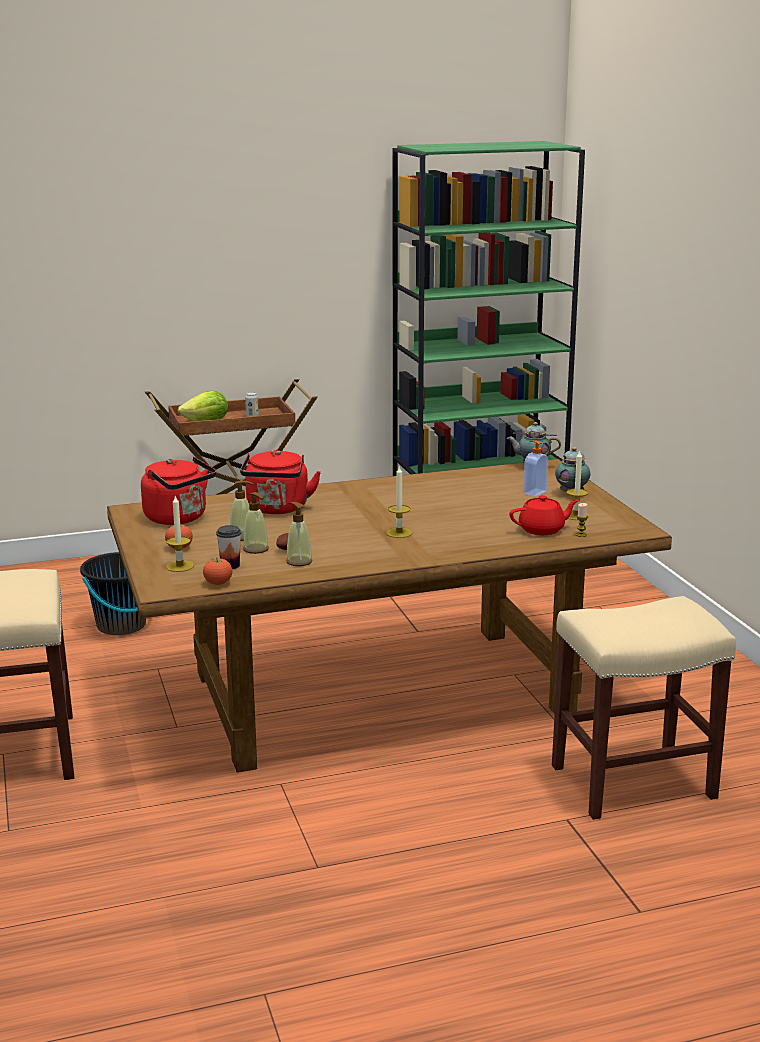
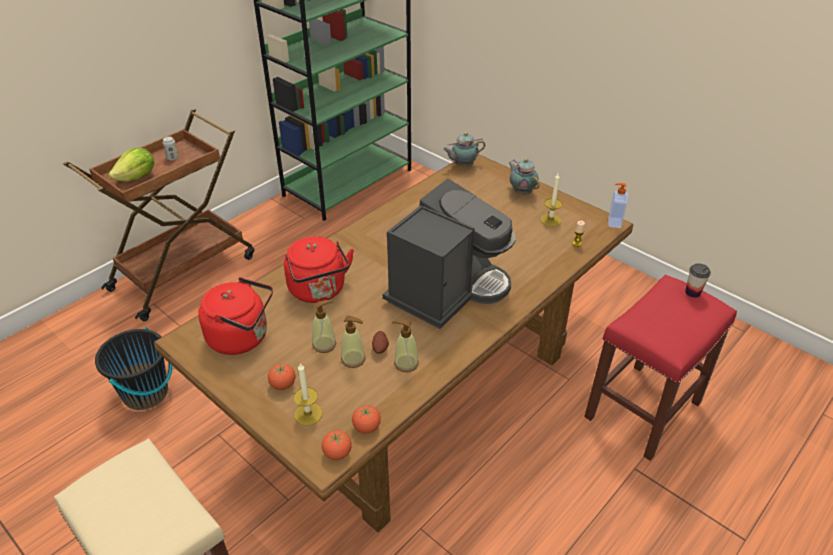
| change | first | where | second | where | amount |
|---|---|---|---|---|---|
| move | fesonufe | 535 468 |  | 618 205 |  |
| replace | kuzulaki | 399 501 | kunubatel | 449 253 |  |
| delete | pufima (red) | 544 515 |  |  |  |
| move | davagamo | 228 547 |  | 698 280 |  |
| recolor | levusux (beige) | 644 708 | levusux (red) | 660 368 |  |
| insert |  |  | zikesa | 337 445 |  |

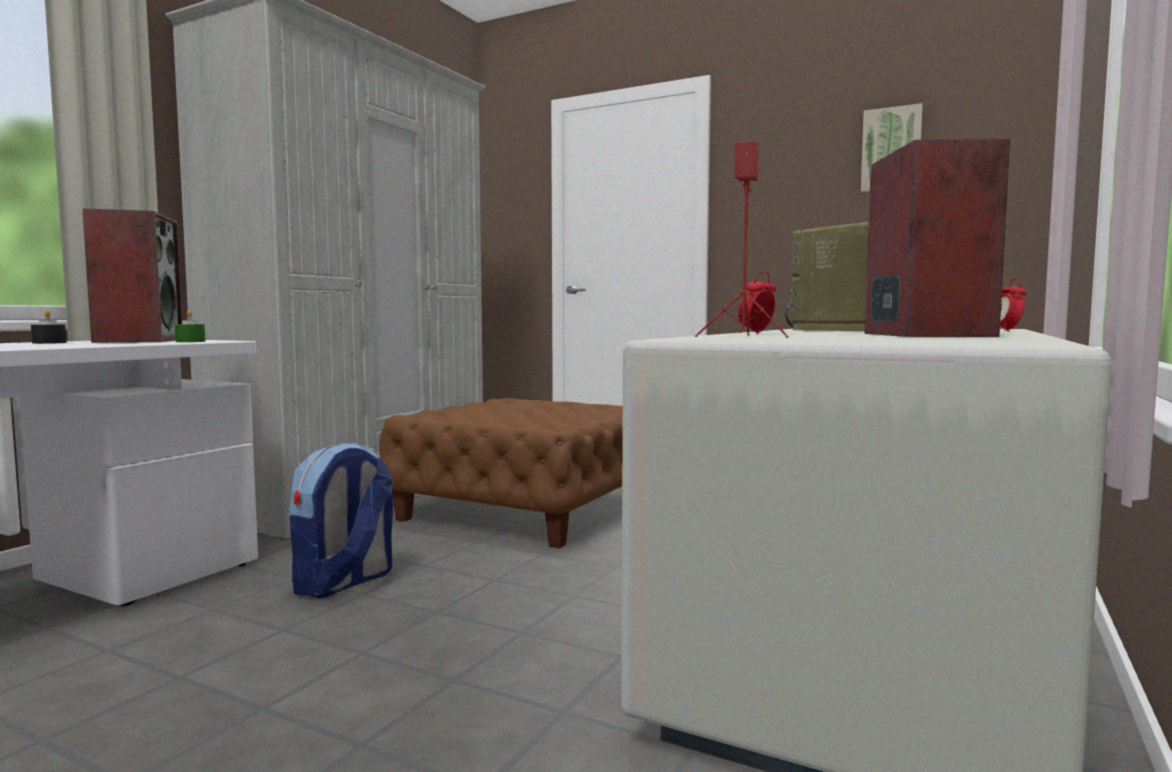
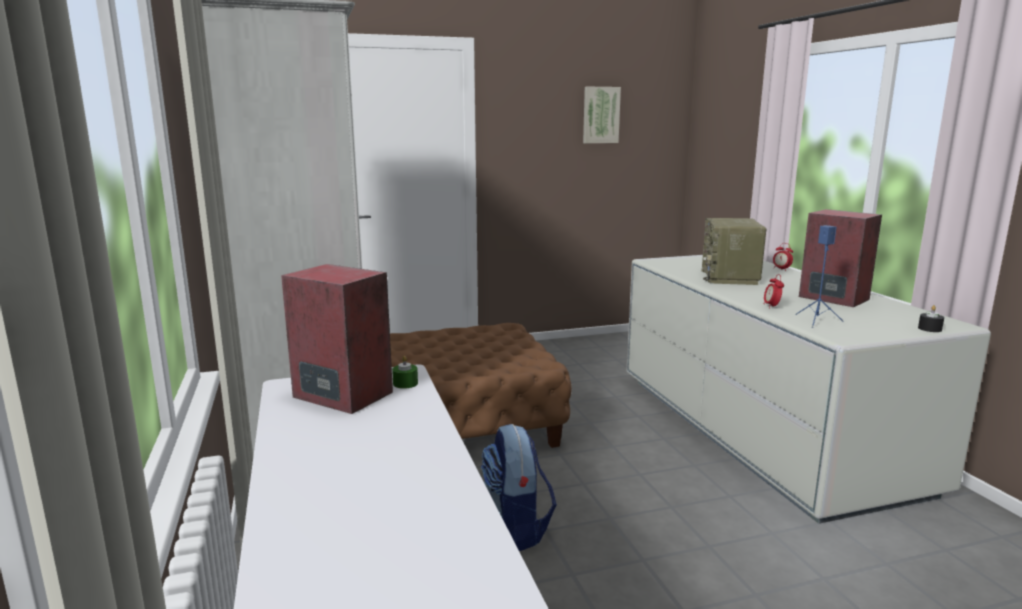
| change | first | where | second | where | amount |
|---|---|---|---|---|---|
| recolor | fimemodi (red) | 742 239 | fimemodi (blue) | 819 276 |  |
| move | kuzulaki (black) | 48 327 |  | 931 318 |  |

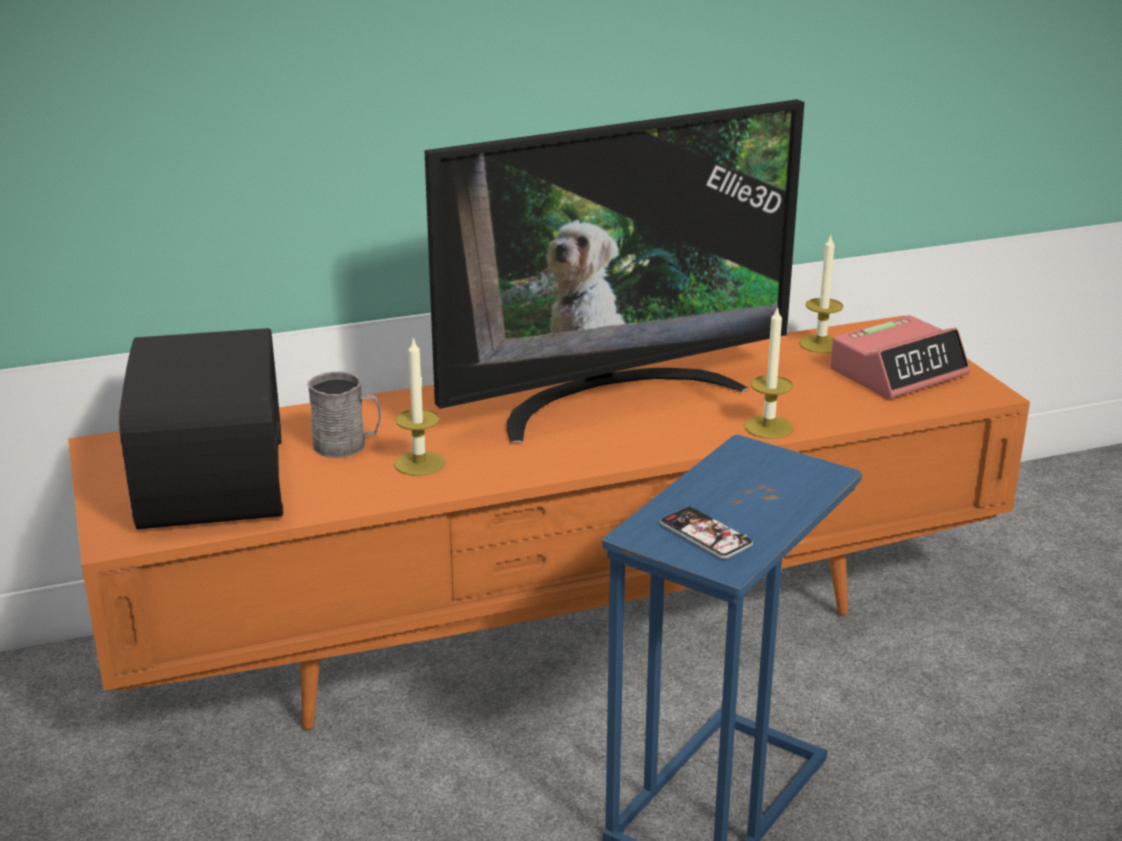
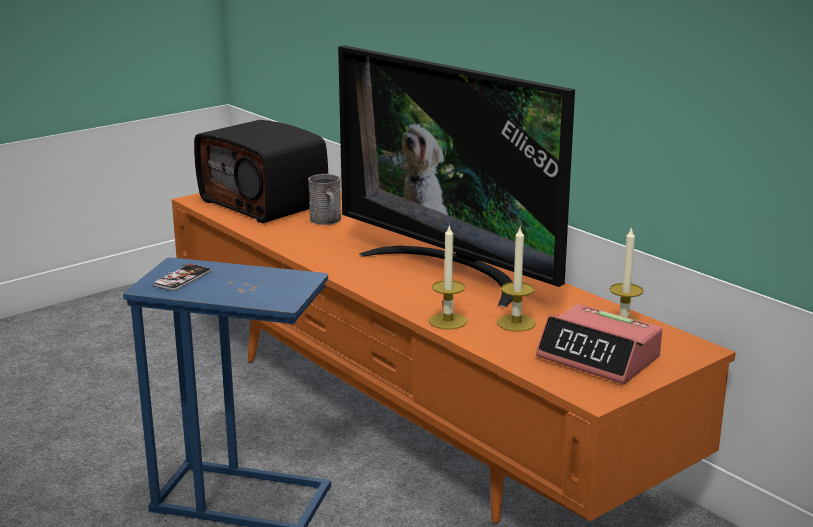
| change | first | where | second | where | amount |
|---|---|---|---|---|---|
| rotate | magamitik | 201 428 |  | 261 171 | 75 degrees clockwise |
| move | kuzulaki | 419 406 |  | 516 280 |  |

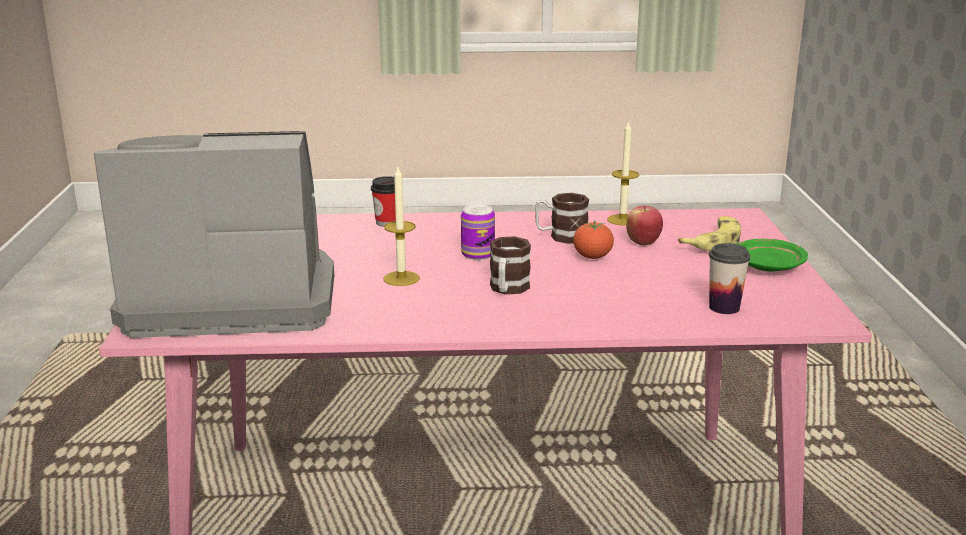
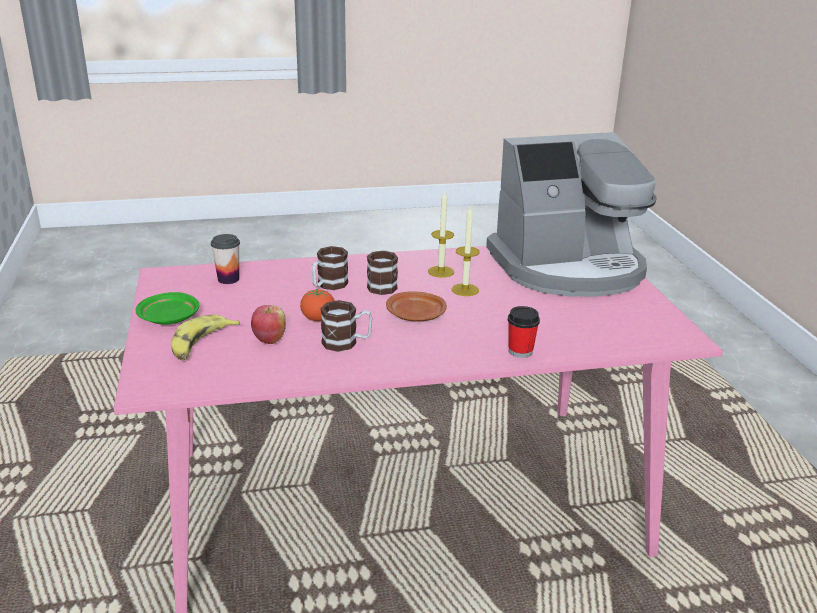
| change | first | where | second | where | amount |
|---|---|---|---|---|---|
| move | kuzulaki | 623 173 |  | 441 234 |  |
| replace | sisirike | 478 232 | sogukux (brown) | 416 307 |  |
| insert |  |  | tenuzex | 329 268 |  |

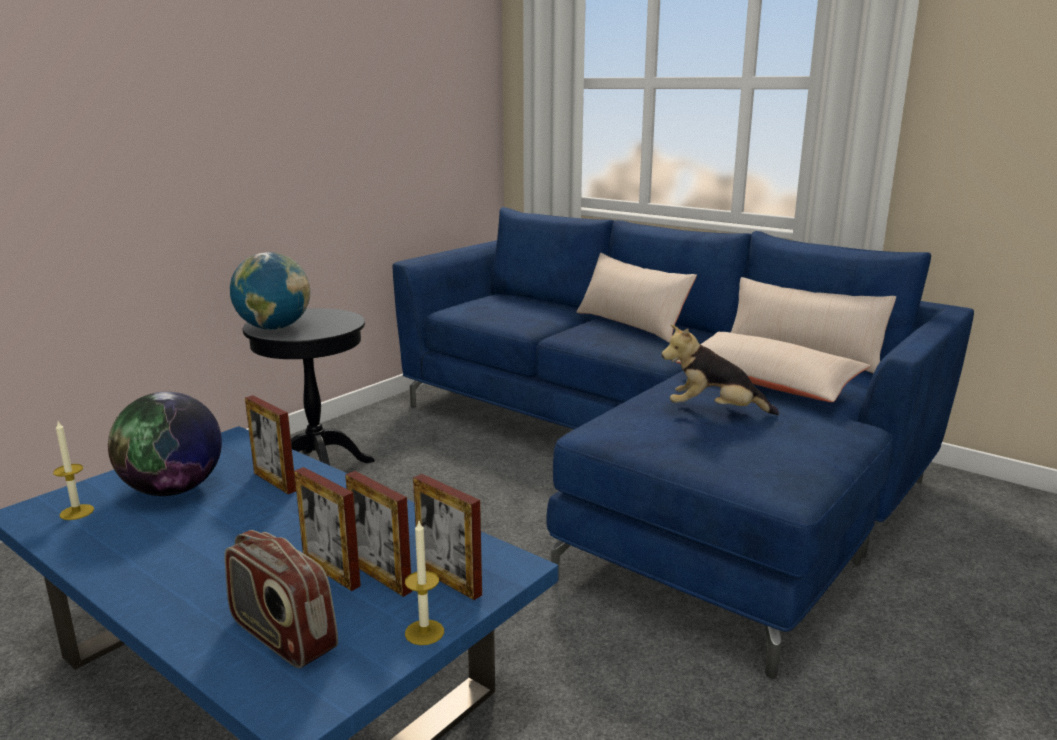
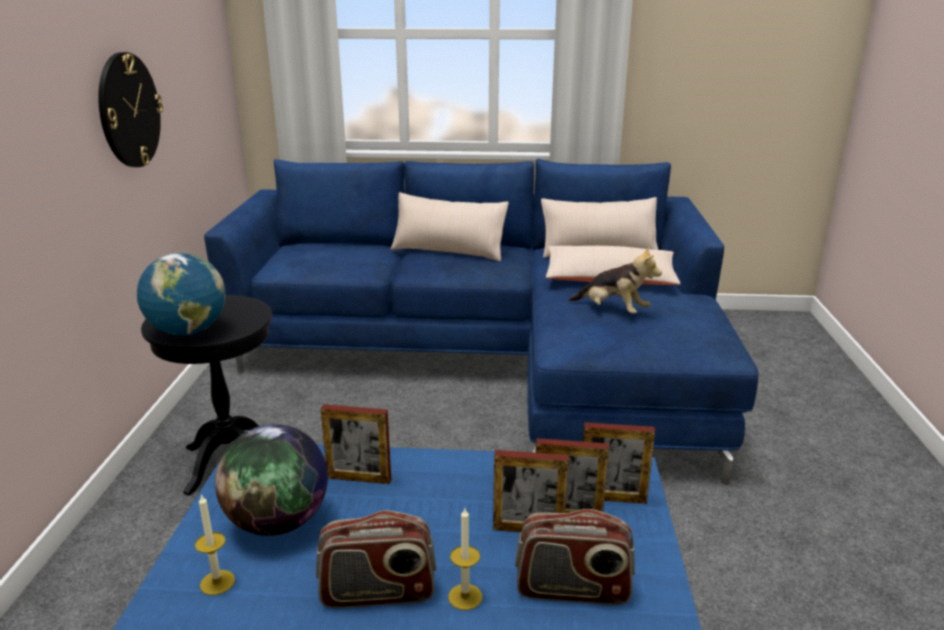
| change | first | where | second | where | amount |
|---|---|---|---|---|---|
| rotate | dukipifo | 720 369 |  | 615 280 | 120 degrees counterclockwise |
| move | kuzulaki | 424 583 |  | 465 559 |  |
| insert |  |  | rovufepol | 130 109 |  |
| insert |  |  | magamitik | 376 559 |  |

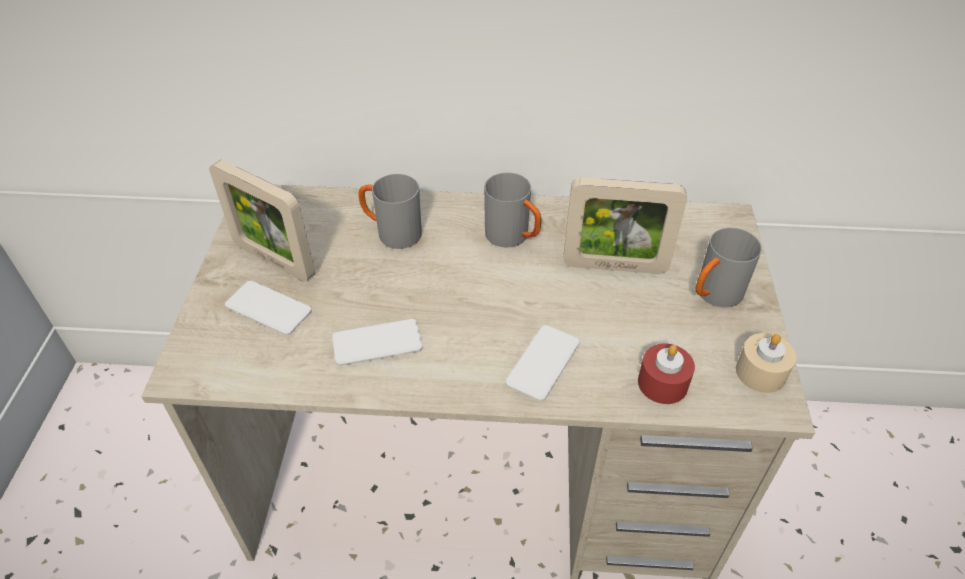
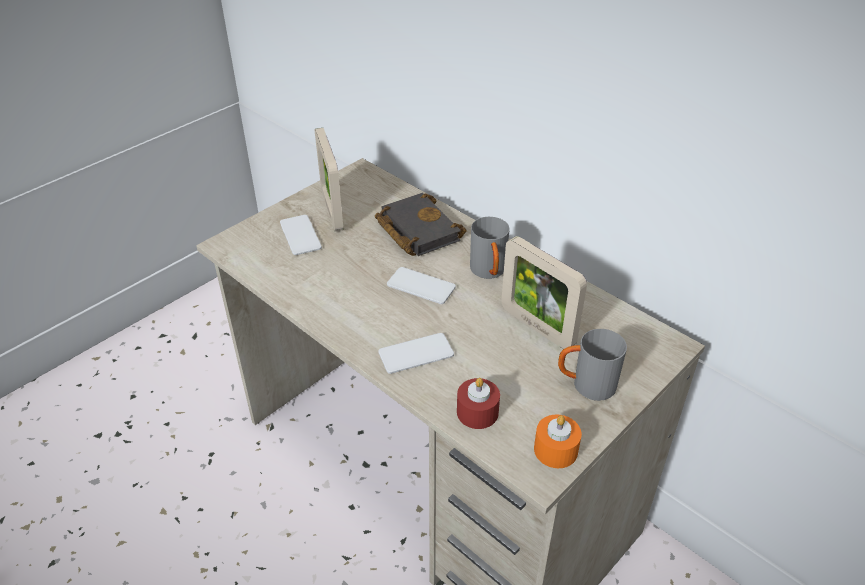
| change | first | where | second | where | amount |
|---|---|---|---|---|---|
| replace | tenuzex (grey) | 390 211 | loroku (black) | 421 224 |  |
| move | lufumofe | 377 342 |  | 421 285 |  |
| recolor | kuzulaki (beige) | 766 363 | kuzulaki (orange) | 558 441 |  |

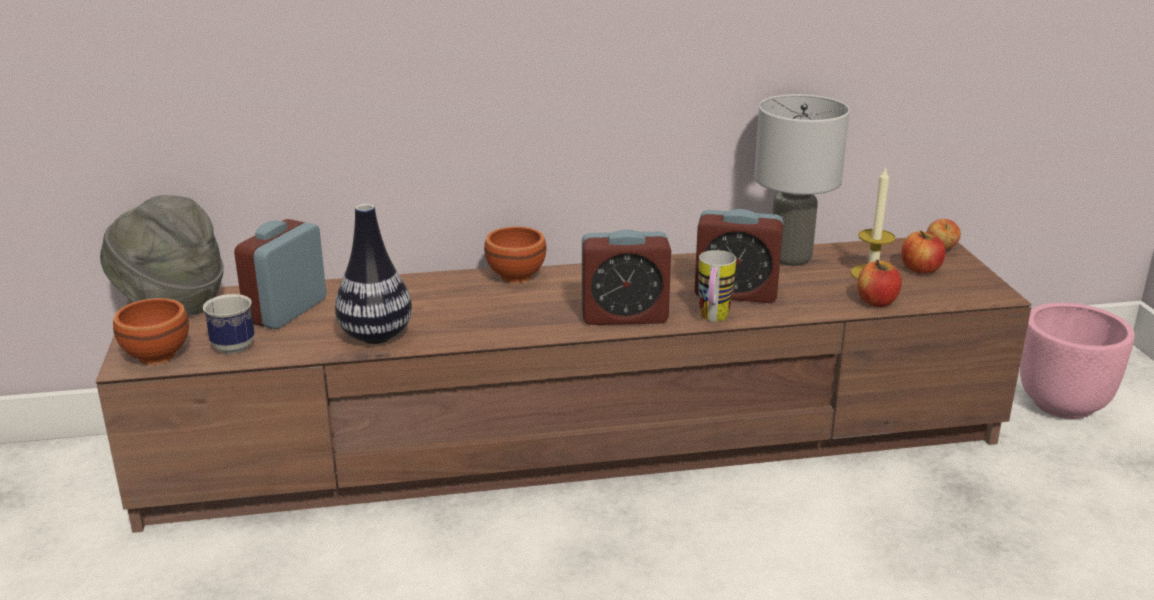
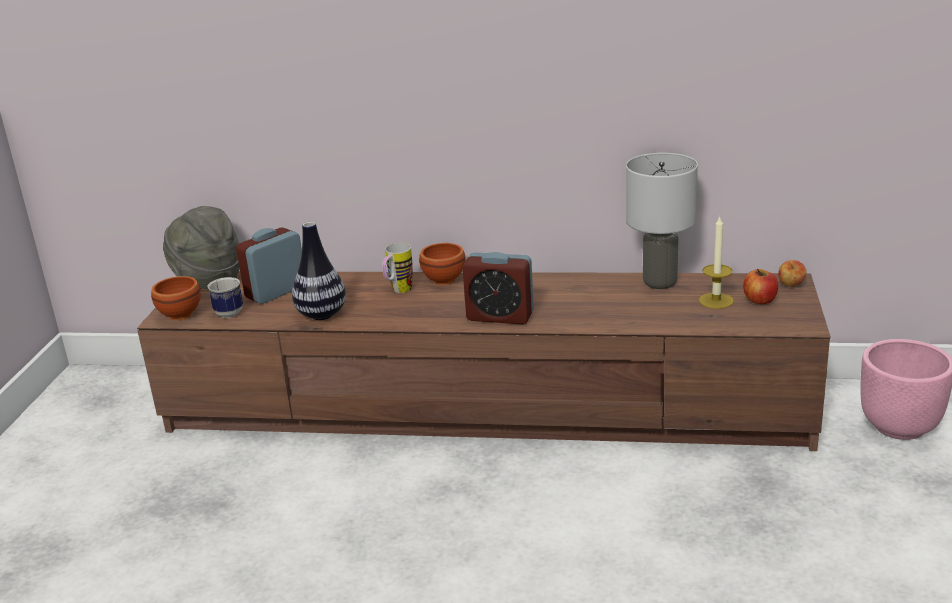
| change | first | where | second | where | amount |
|---|---|---|---|---|---|
| delete | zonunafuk | 739 256 |  |  |  |
| move | tenuzex | 717 286 |  | 397 268 |  |
| delete | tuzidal | 879 283 |  |  |  |

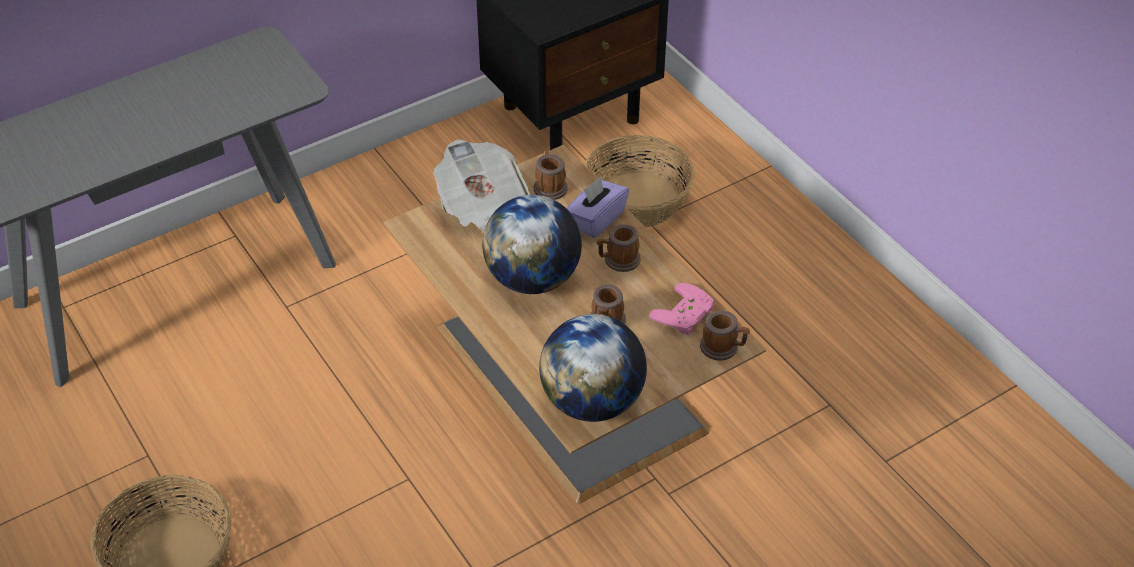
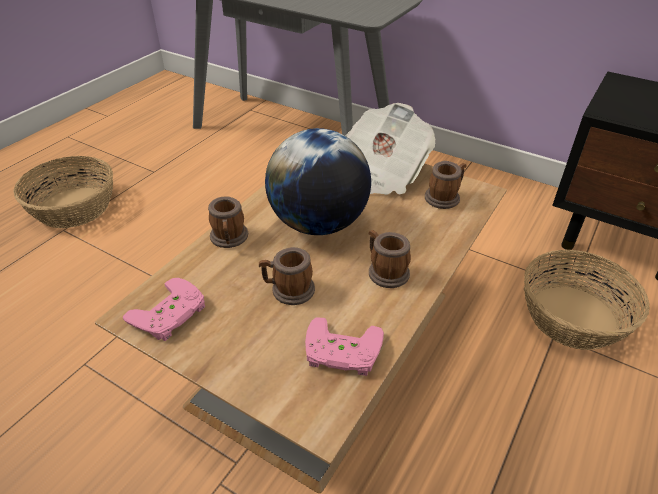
| change | first | where | second | where | amount |
|---|---|---|---|---|---|
| delete | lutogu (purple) | 598 207 |  |  |  |
| move | tenuzex | 725 336 |  | 228 222 |  |
| replace | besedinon | 593 368 | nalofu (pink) | 164 309 |  |

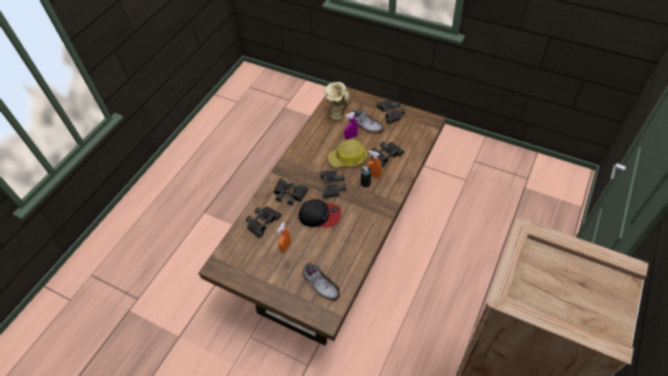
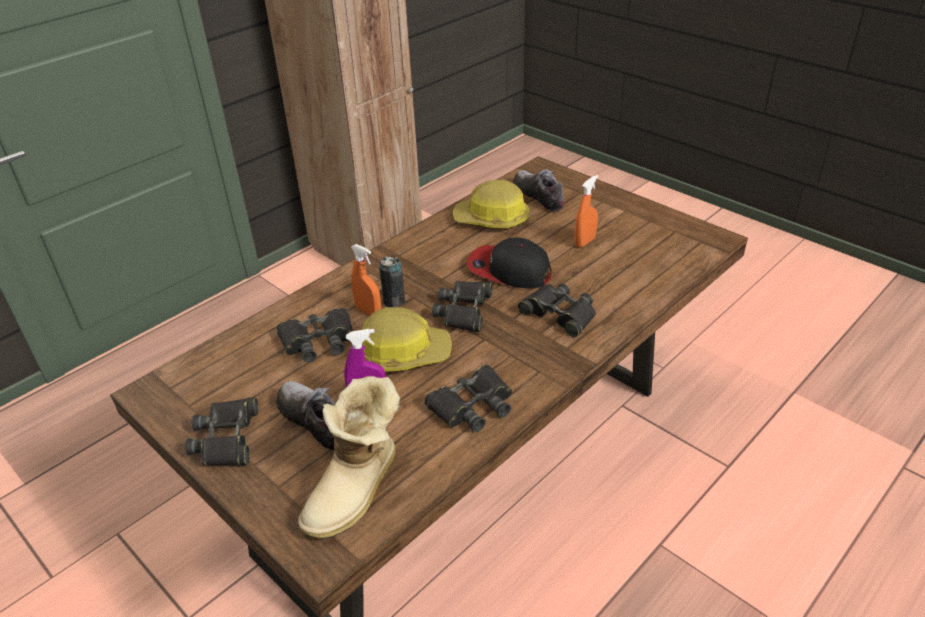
| change | first | where | second | where | amount |
|---|---|---|---|---|---|
| move | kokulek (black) | 263 222 |  | 468 398 |  |
| insert |  |  | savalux | 491 204 |  |

